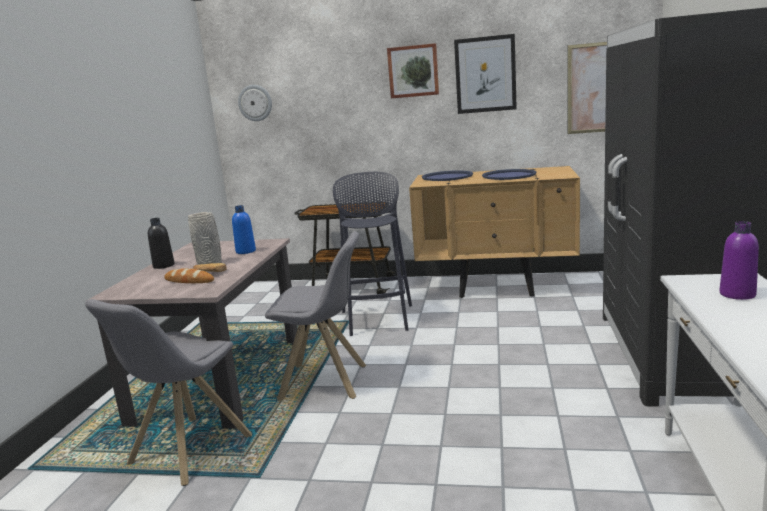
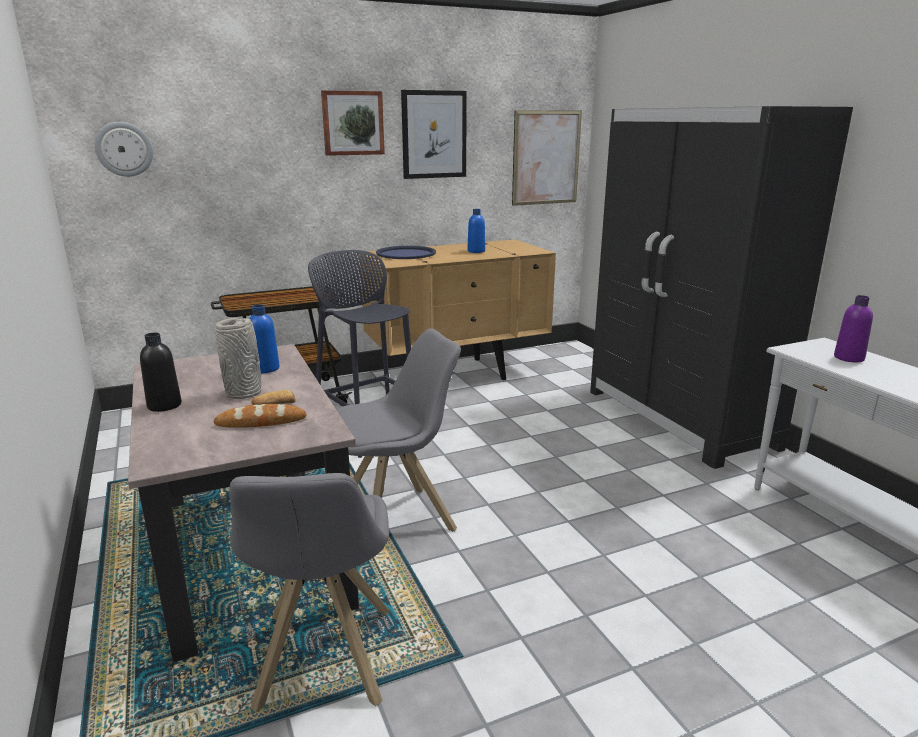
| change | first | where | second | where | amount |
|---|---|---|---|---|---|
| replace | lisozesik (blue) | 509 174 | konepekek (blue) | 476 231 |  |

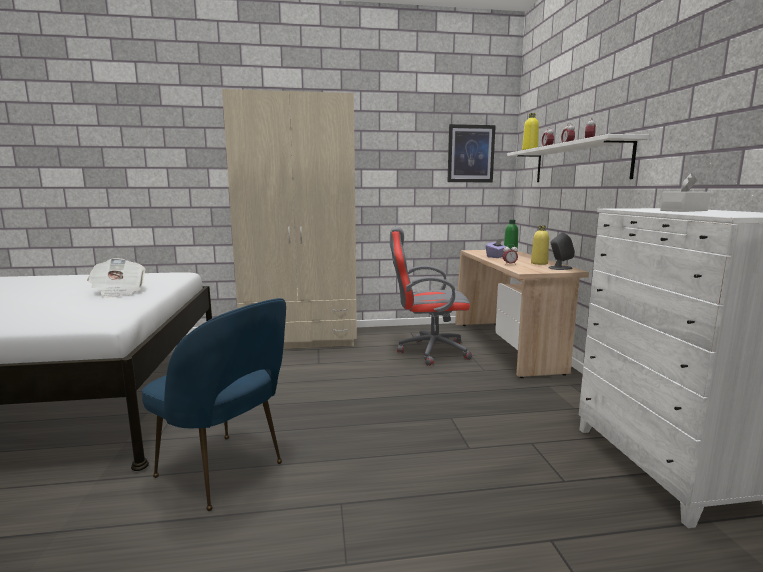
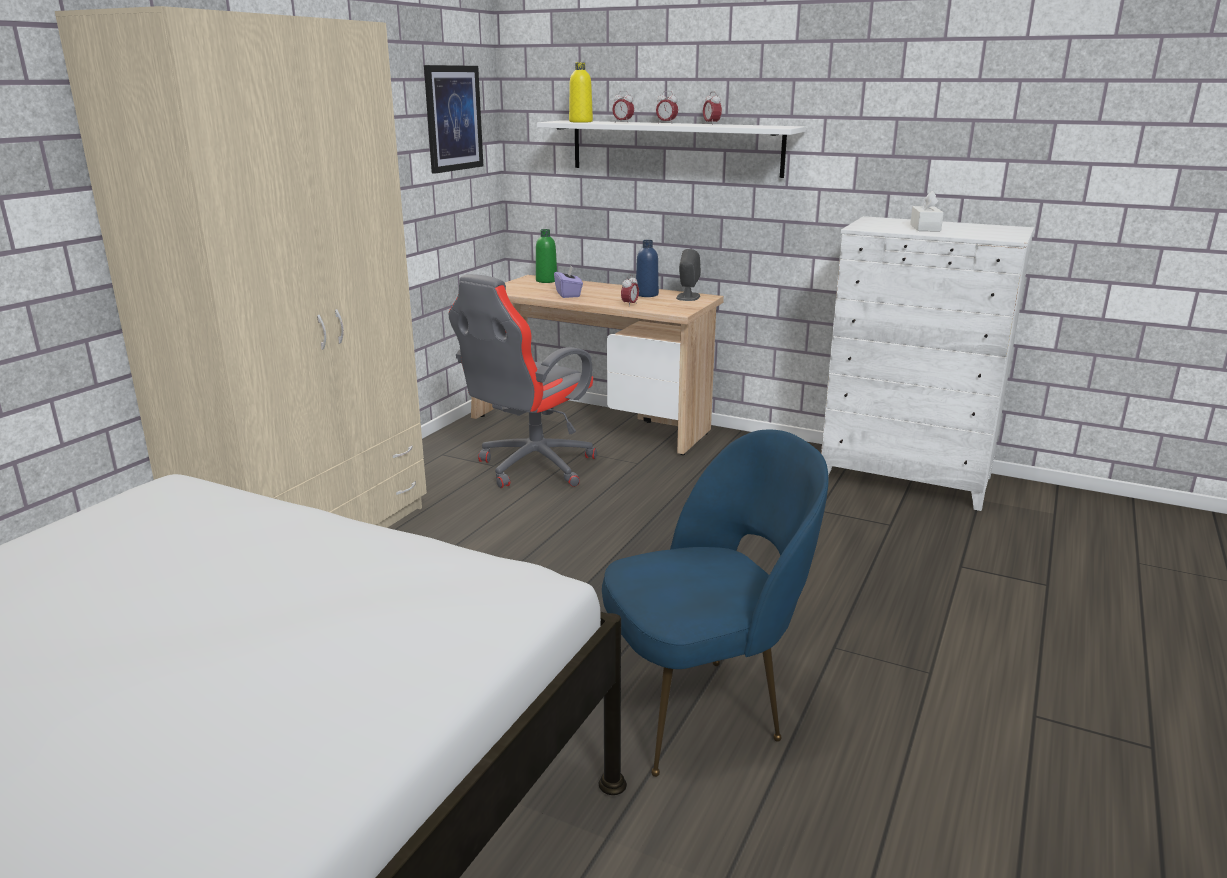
| change | first | where | second | where | amount |
|---|---|---|---|---|---|
| recolor | konepekek (yellow) | 540 245 | konepekek (blue) | 647 268 |  |
| delete | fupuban | 116 278 |  |  |  |

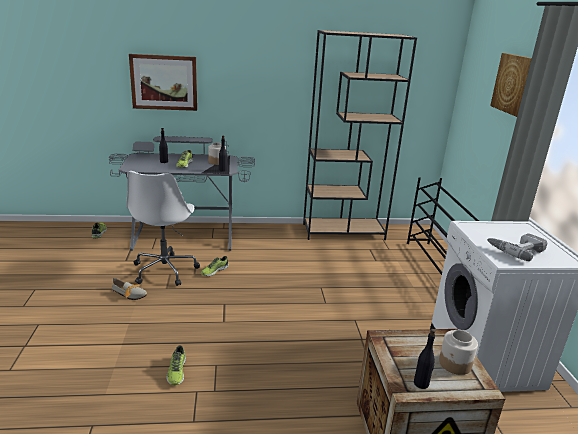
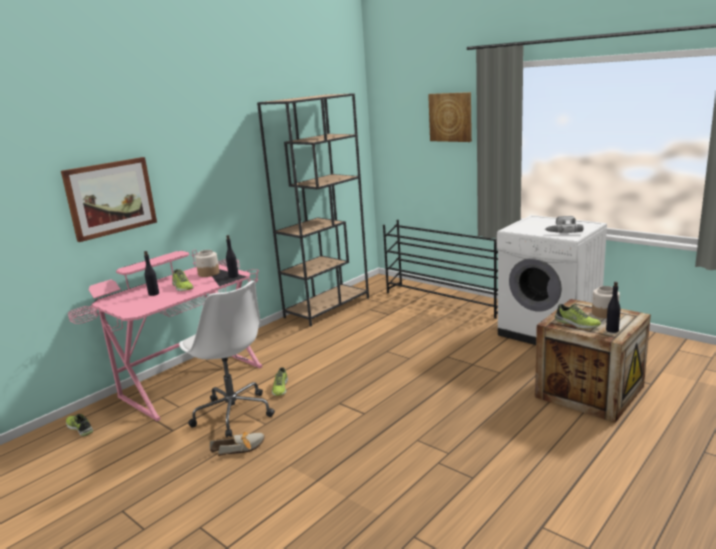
| change | first | where | second | where | amount |
|---|---|---|---|---|---|
| recolor | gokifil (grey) | 182 193 | gokifil (pink) | 165 335 |  |
| move | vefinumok | 176 365 |  | 578 316 |  |

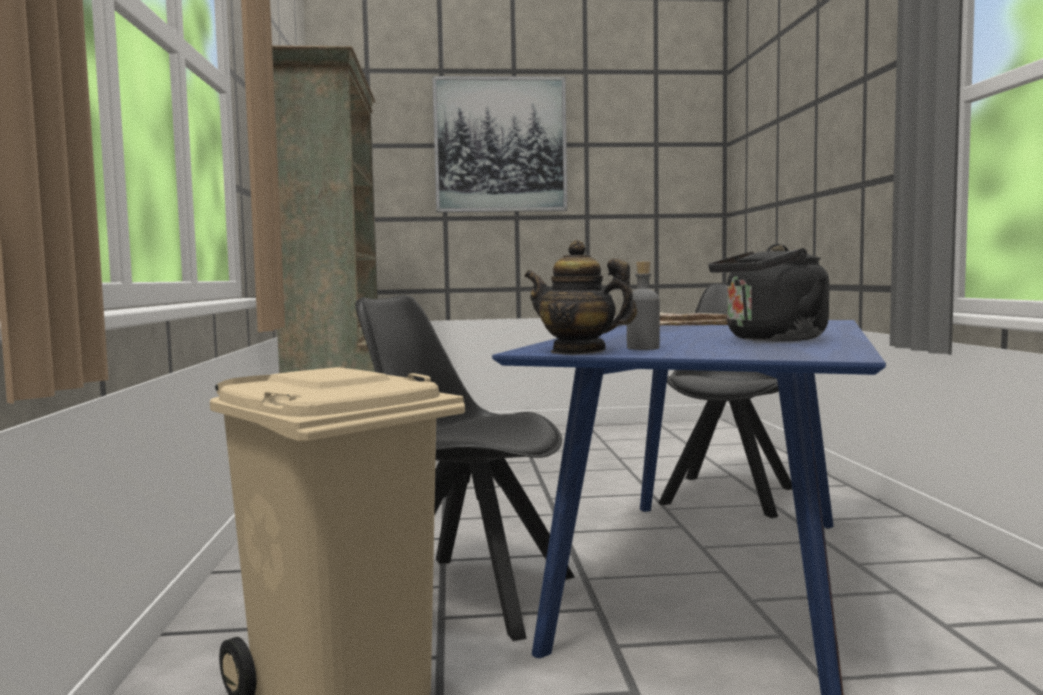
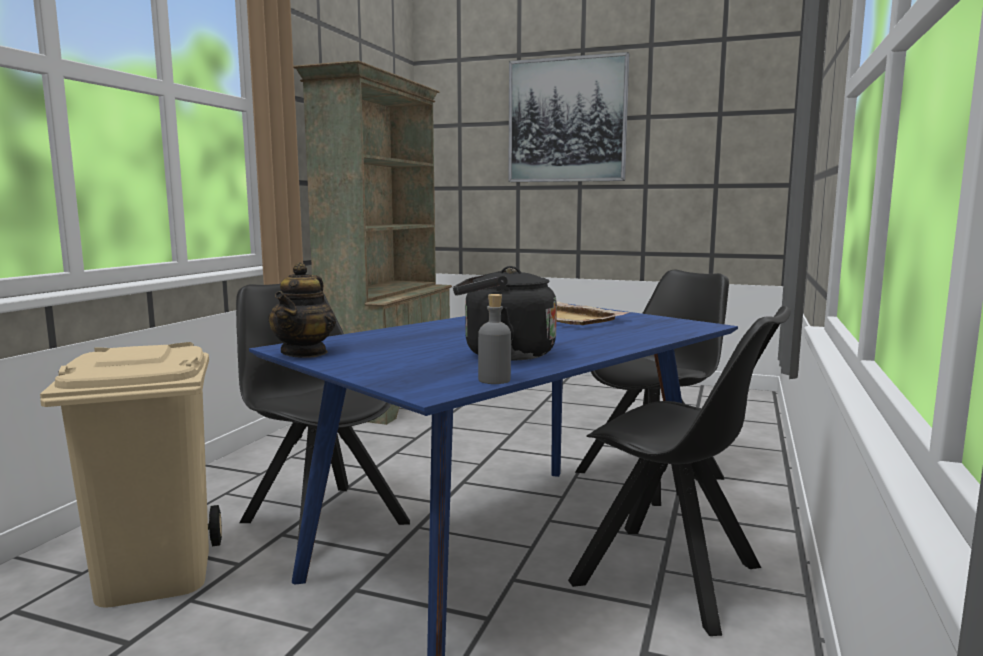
| change | first | where | second | where | amount |
|---|---|---|---|---|---|
| rotate | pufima | 580 297 |  | 302 310 | 135 degrees counterclockwise |
| move | konepekek (grey) | 643 306 |  | 494 339 |  |
| insert |  |  | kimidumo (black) | 679 471 |  |

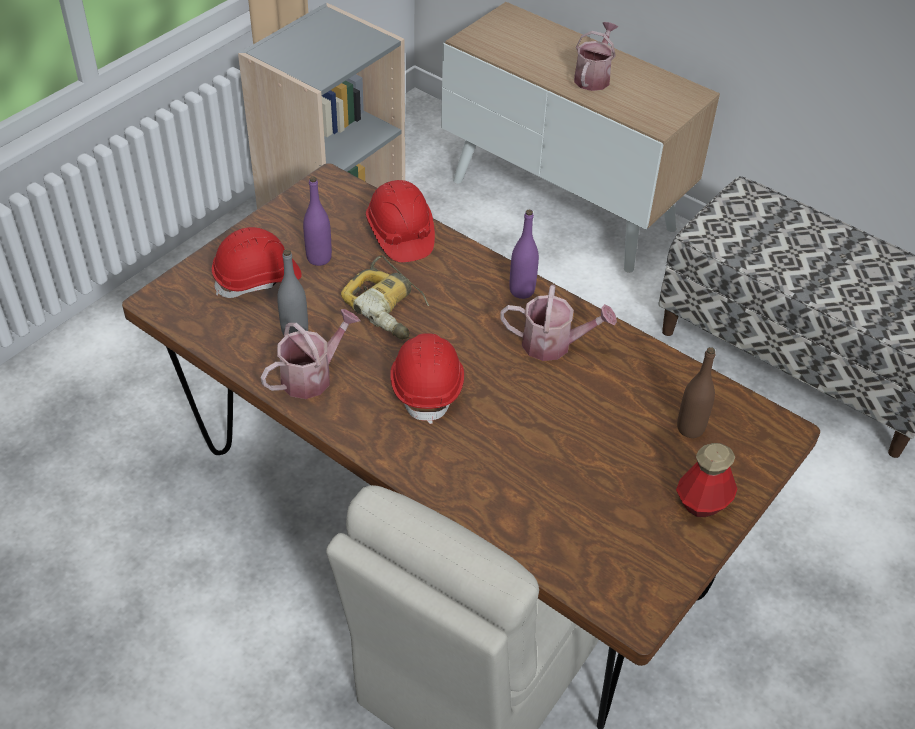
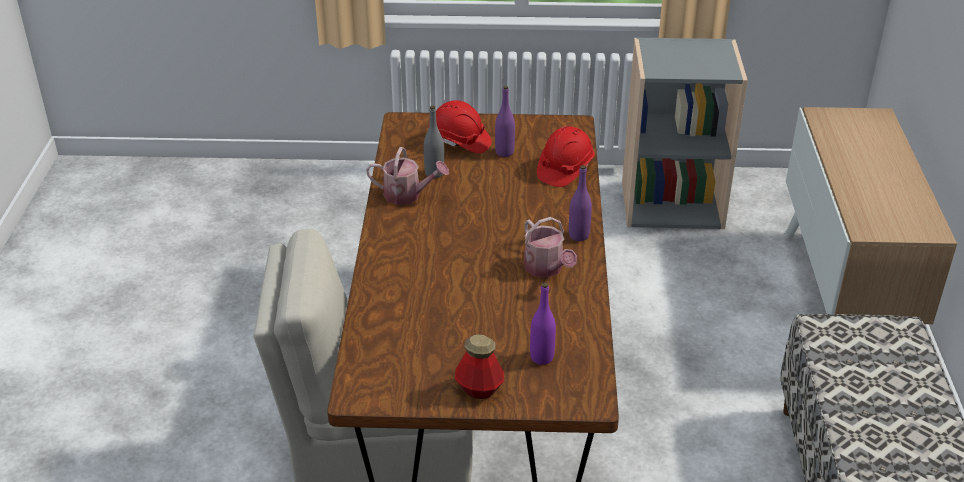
| change | first | where | second | where | amount |
|---|---|---|---|---|---|
| delete | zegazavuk | 596 56 |  |  |  |
| delete | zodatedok | 385 297 |  |  |  |
| delete | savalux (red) | 427 378 |  |  |  |
| recolor | konepekek (brown) | 696 392 | konepekek (purple) | 543 324 |  |

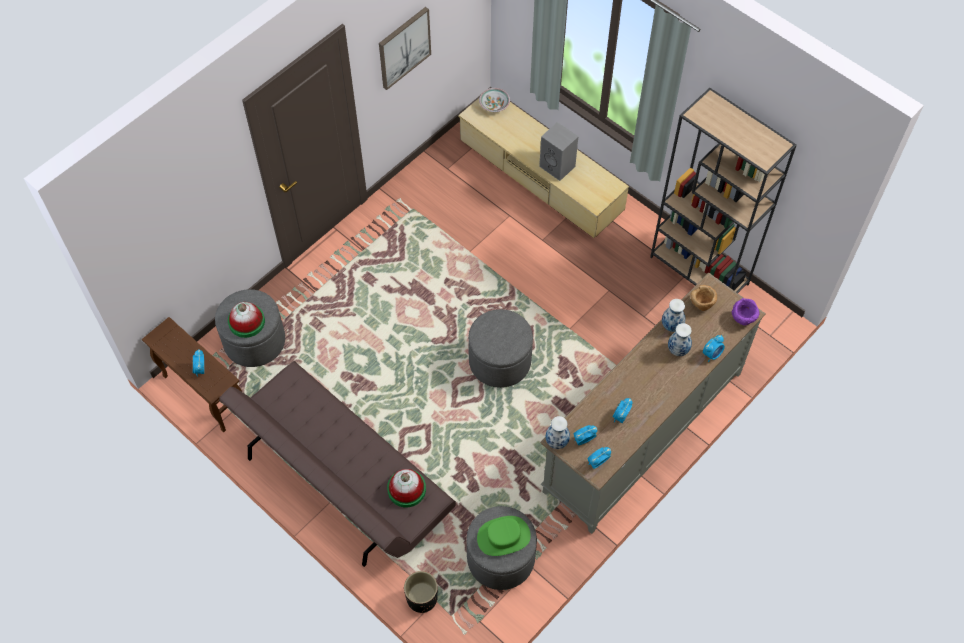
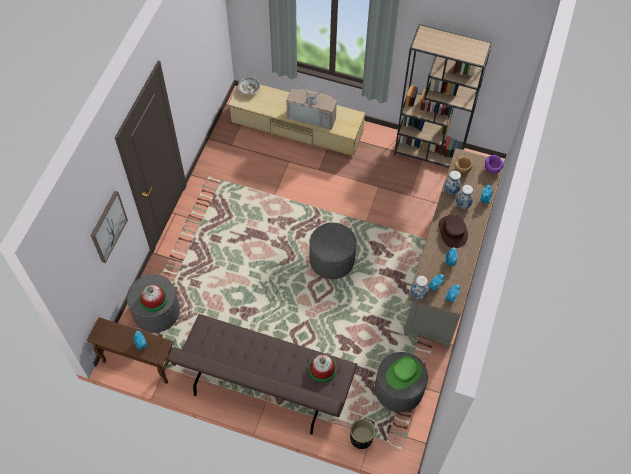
| change | first | where | second | where | amount |
|---|---|---|---|---|---|
| move | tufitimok | 405 48 |  | 109 227 |  |
| replace | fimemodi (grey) | 558 151 | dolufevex | 311 106 |  |
| insert |  |  | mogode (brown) | 453 231 |  |

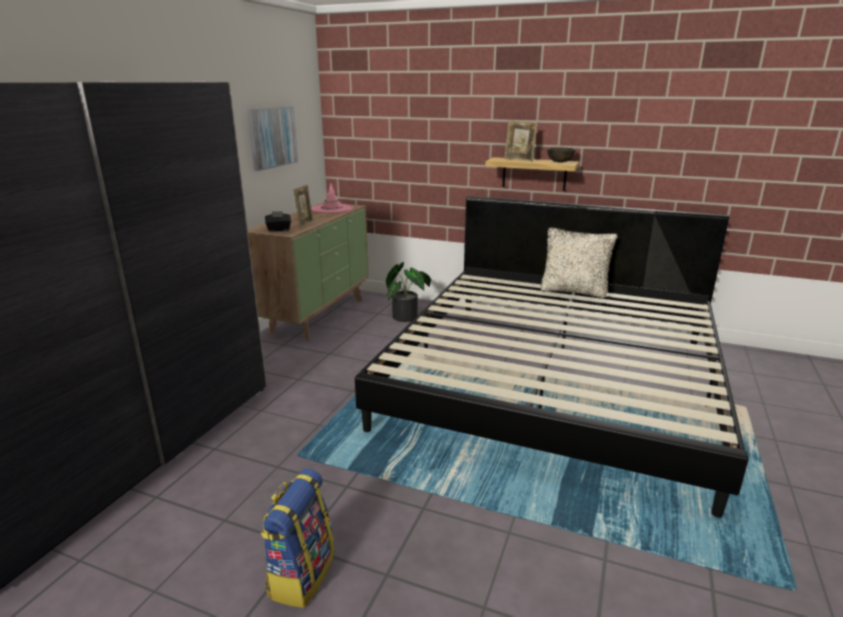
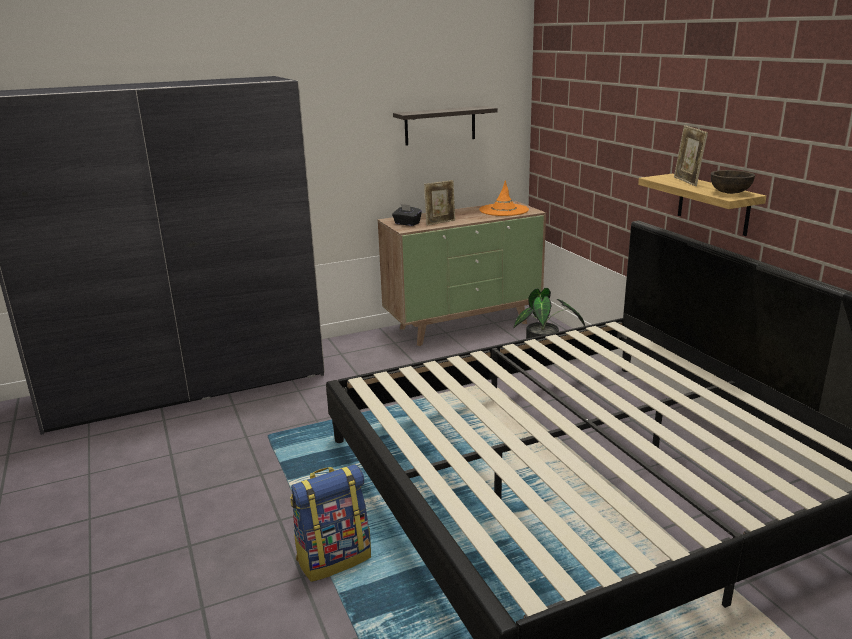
| change | first | where | second | where | amount |
|---|---|---|---|---|---|
| replace | tufitimok | 272 139 | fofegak | 445 126 |  |
| recolor | mogode (pink) | 332 198 | mogode (orange) | 504 198 |  |
| delete | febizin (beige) | 579 263 |  |  |  |
| move | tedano | 297 538 |  | 330 523 |  |

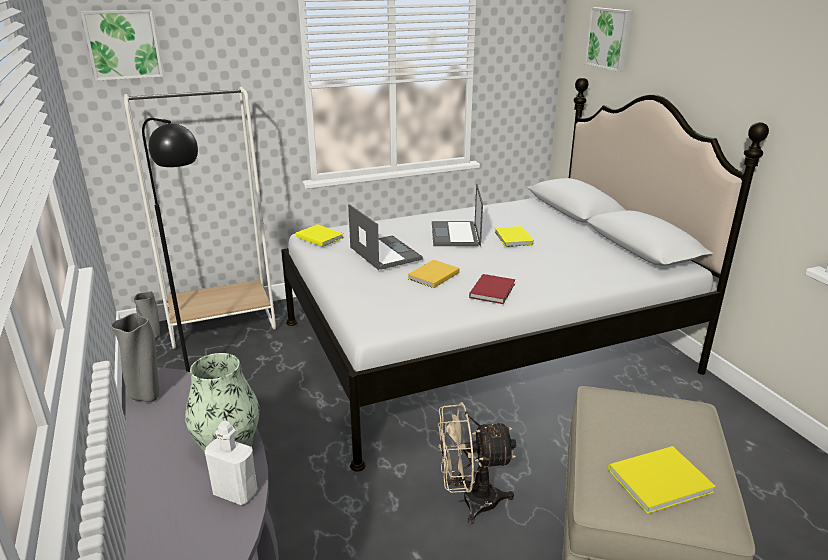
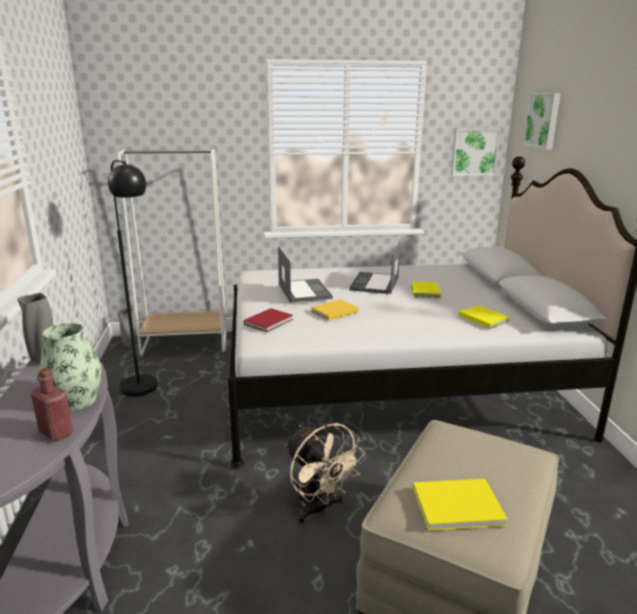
| change | first | where | second | where | amount |
|---|---|---|---|---|---|
| move | tufitimok | 122 45 |  | 476 152 |  |
| move | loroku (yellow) | 320 235 |  | 484 316 |  |
| move | loroku (red) | 492 289 |  | 268 320 |  |
| rotate | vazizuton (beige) | 477 463 |  | 325 473 | 135 degrees counterclockwise |
| recolor | konepekek (white) | 231 463 | konepekek (red) | 52 405 |  |

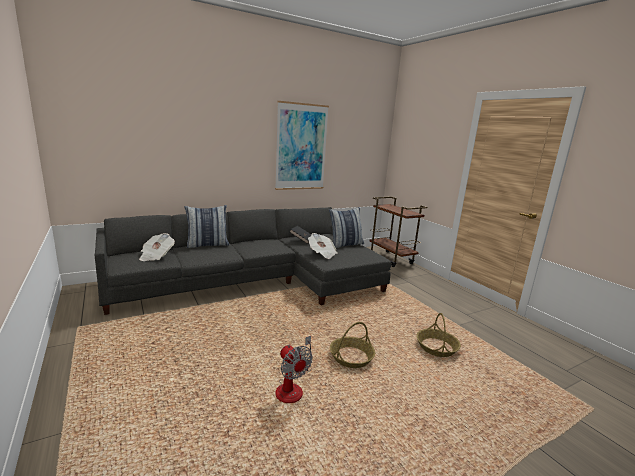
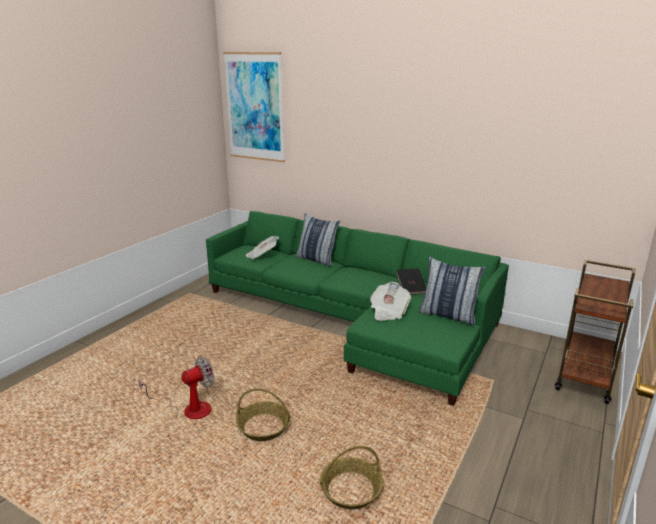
| change | first | where | second | where | amount |
|---|---|---|---|---|---|
| move | tufitimok | 302 145 |  | 254 107 |  |
| recolor | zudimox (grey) | 243 261 | zudimox (green) | 357 308 |  |
| rotate | vazizuton | 294 369 |  | 176 387 | 150 degrees counterclockwise |

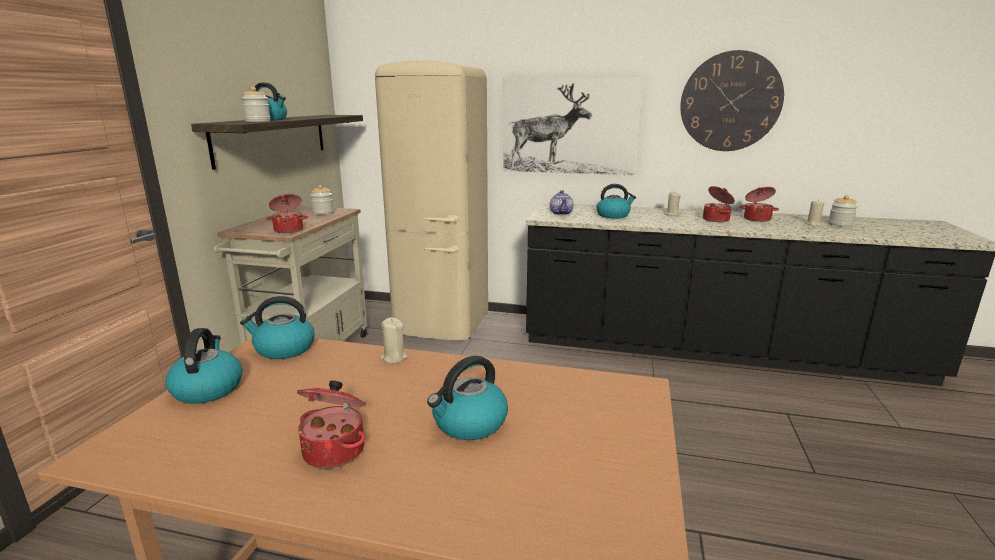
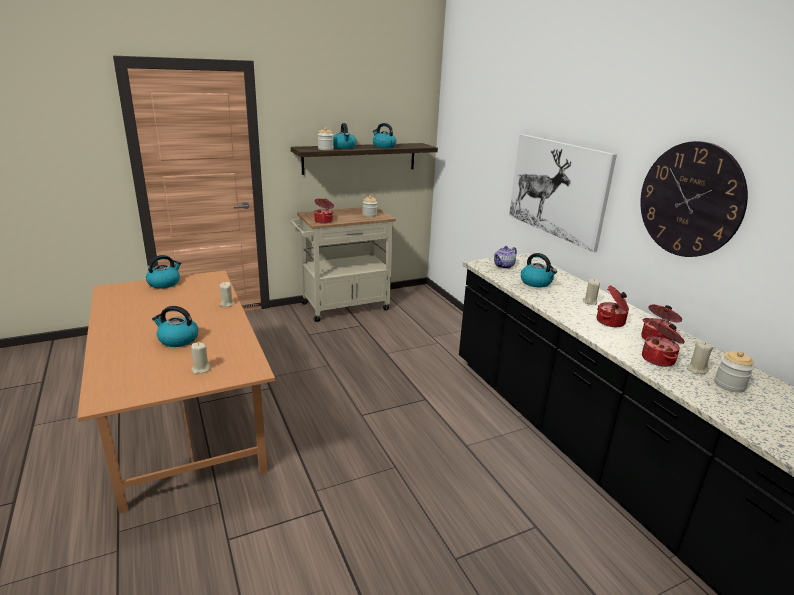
| change | first | where | second | where | amount |
|---|---|---|---|---|---|
| delete | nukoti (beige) | 431 200 |  |  |  |
| move | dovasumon | 277 327 |  | 384 135 |  |
| move | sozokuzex | 331 424 |  | 663 344 |  |
| insert |  |  | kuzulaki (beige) | 201 358 |  |

